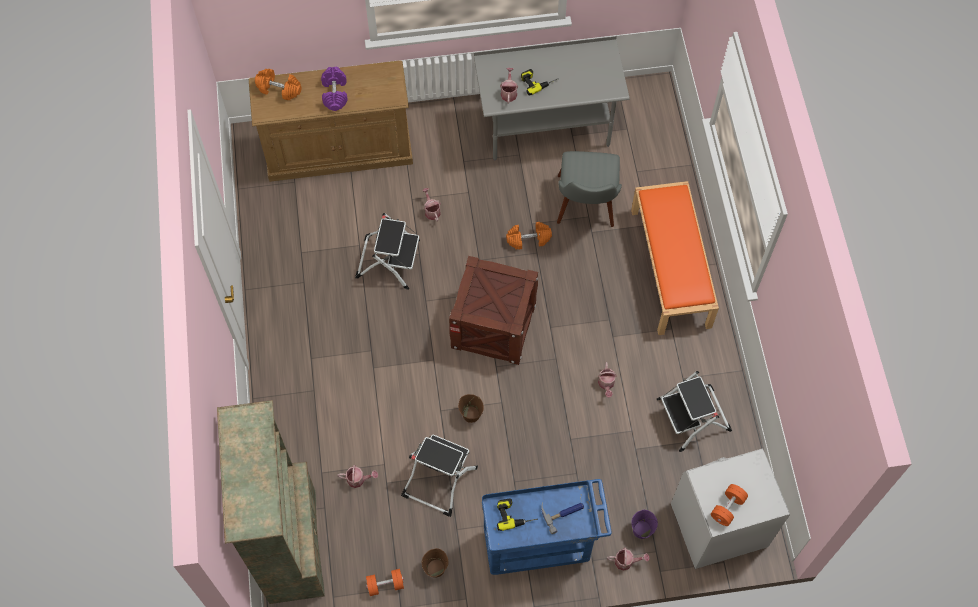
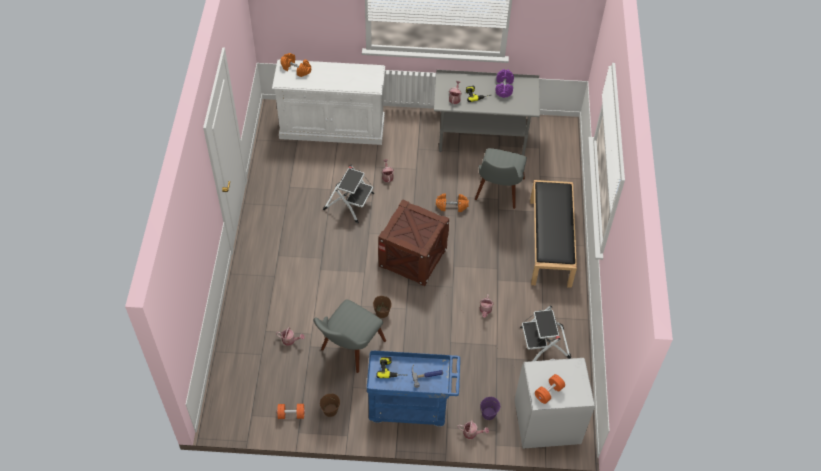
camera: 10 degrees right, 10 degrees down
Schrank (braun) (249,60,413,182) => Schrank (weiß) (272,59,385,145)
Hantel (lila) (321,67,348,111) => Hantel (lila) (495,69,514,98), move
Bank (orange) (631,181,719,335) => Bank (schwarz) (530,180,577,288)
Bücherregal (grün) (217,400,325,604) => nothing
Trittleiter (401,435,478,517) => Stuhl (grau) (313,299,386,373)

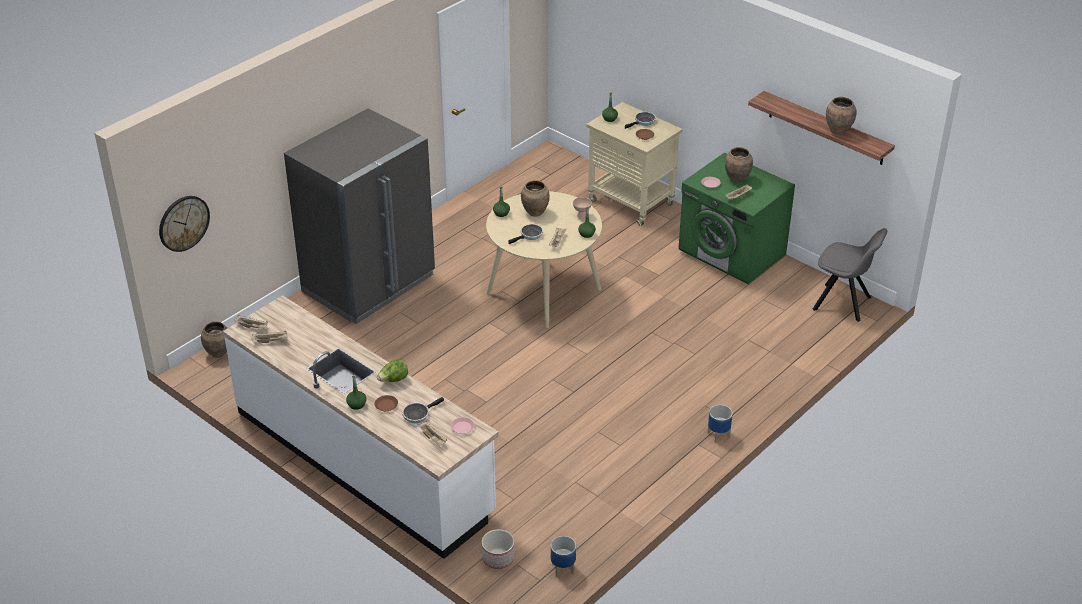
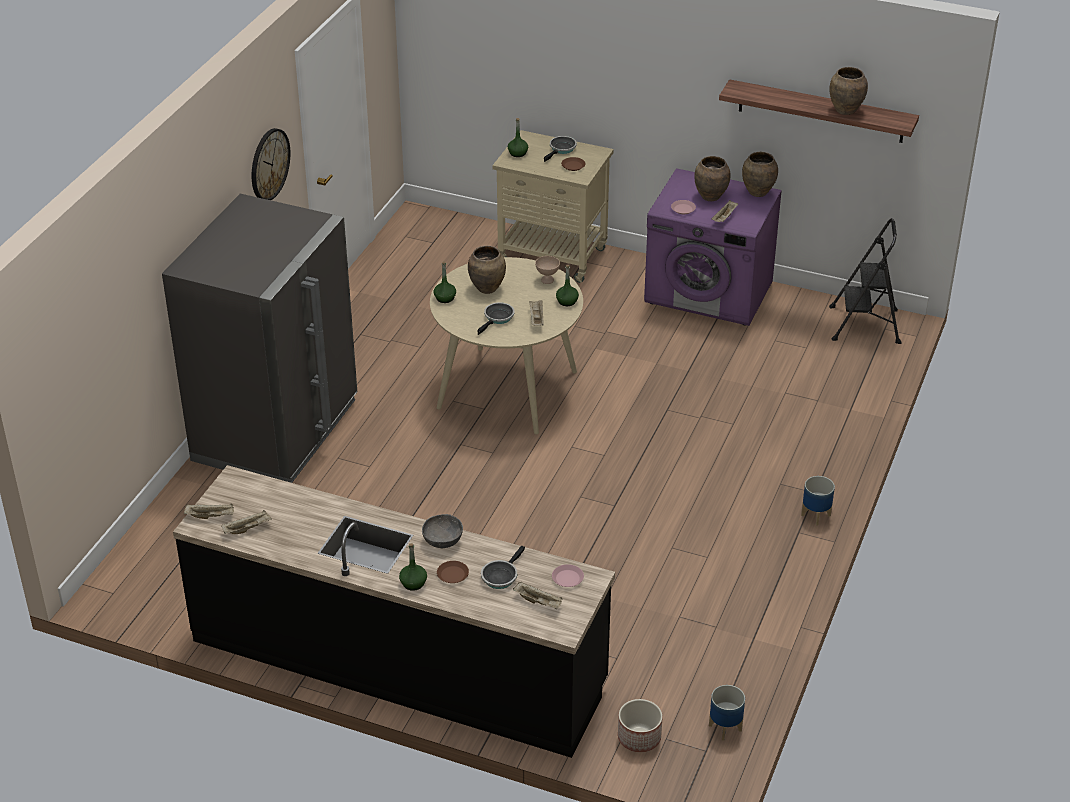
camera: 20 degrees left, 0 degrees up
Waschmaschine (grün) (679,153,795,284) => Waschmaschine (lila) (644,168,782,326)
Wanduhr (159,196,210,252) => Wanduhr (252,128,290,200), move
Stuhl (grau) (813,228,887,322) => Trittleiter (schwarz) (829,218,902,344)
Küchenzeile (weiß) (223,295,499,559) => Küchenzeile (schwarz) (173,465,615,758)
Vase (braun) (201,322,227,358) => Vase (braun) (742,152,778,197), move
Salatkopf (377,360,408,382) => Schüssel (grau) (422,514,463,548)

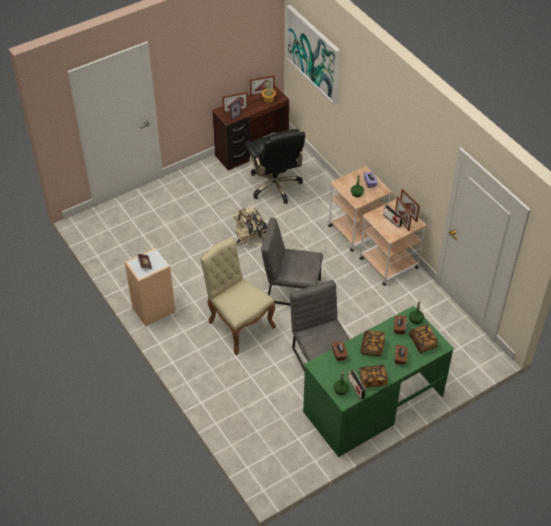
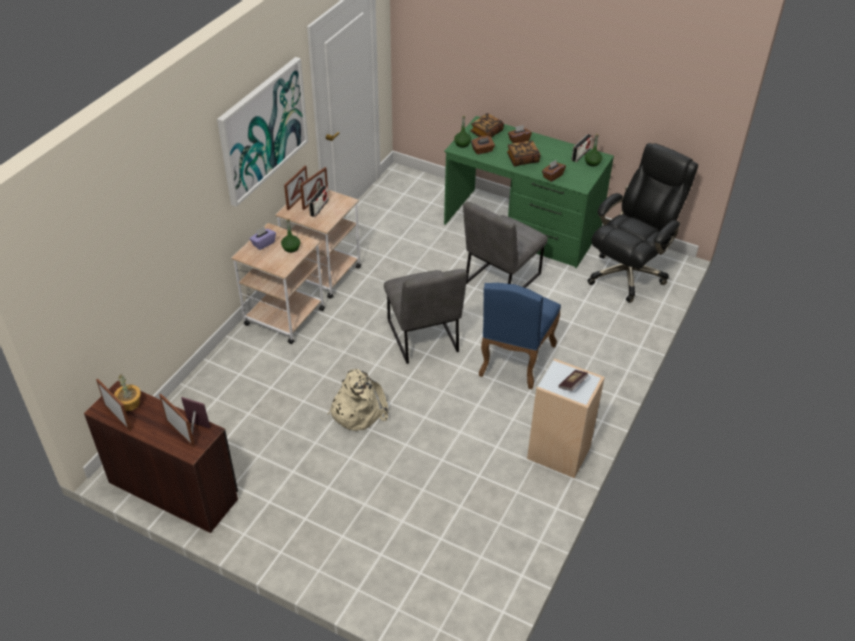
camera: 120 degrees left, 5 degrees down
Bild (286,5,340,105) => Bild (217,57,308,207), move
Bürostuhl (schwarz) (245,129,305,204) => Bürostuhl (schwarz) (587,143,698,303), move
Stuhl (beige) (200,238,276,355) => Stuhl (blau) (479,283,561,389)
Buch (359,365,388,388) => nothing

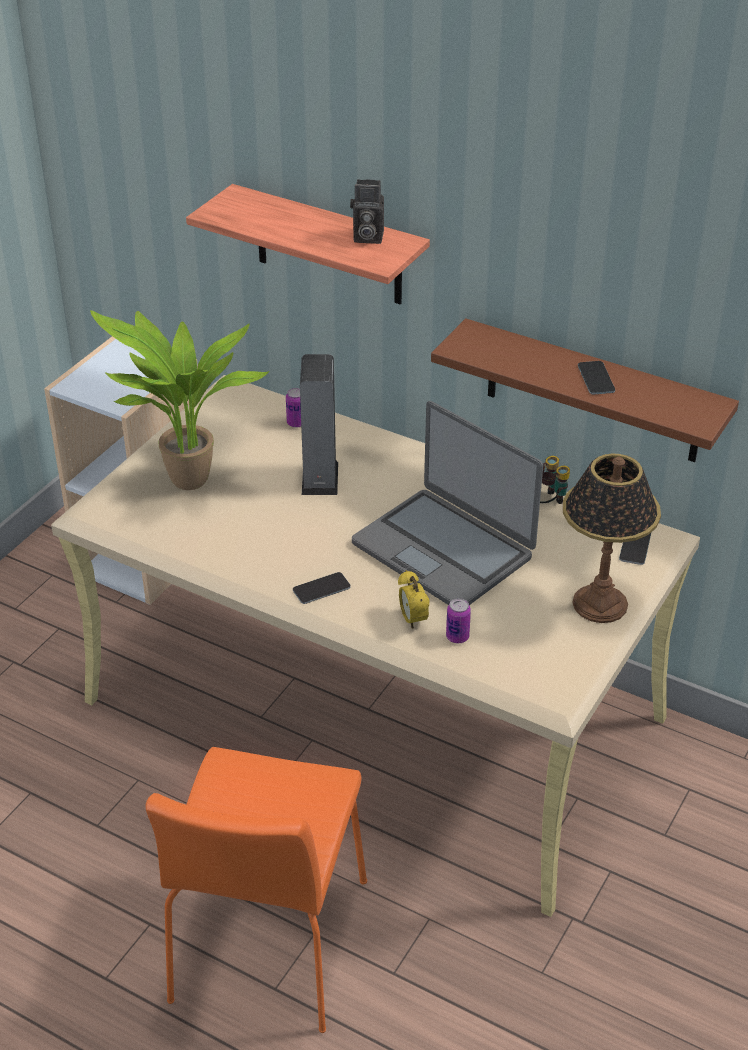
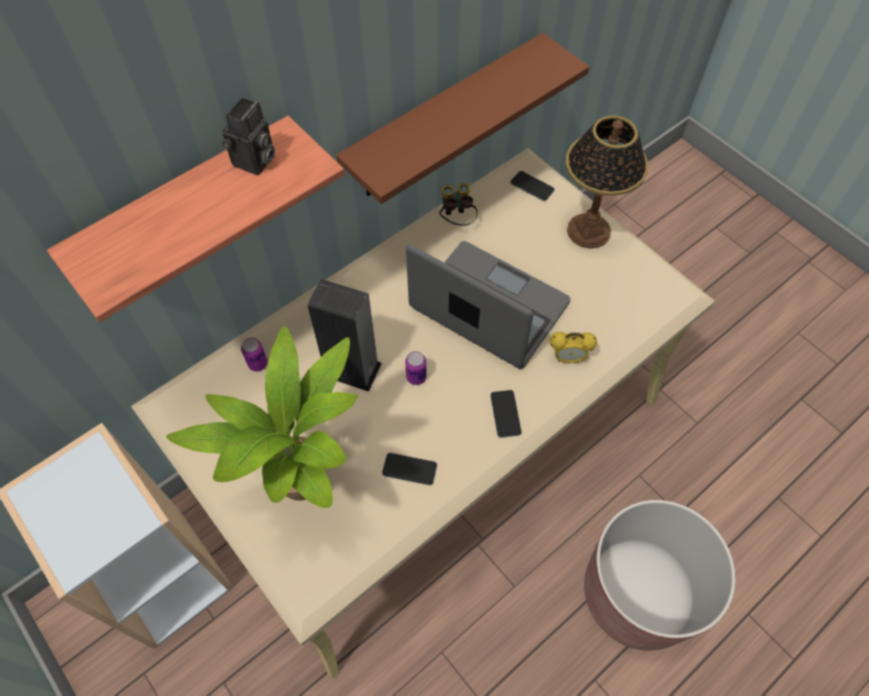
camera: 70 degrees left, 20 degrees up
Handy (578,361,615,395) => Handy (382,453,437,485), move
Laptop (352,401,543,605) => Laptop (406,241,570,369), 120 degrees counterclockwise
Dose (446,598,471,643) => Dose (405,351,427,385), move
Stuhl (orange) (146,747,367,1033) => Pflanzkübel (braun) (584,500,736,651)

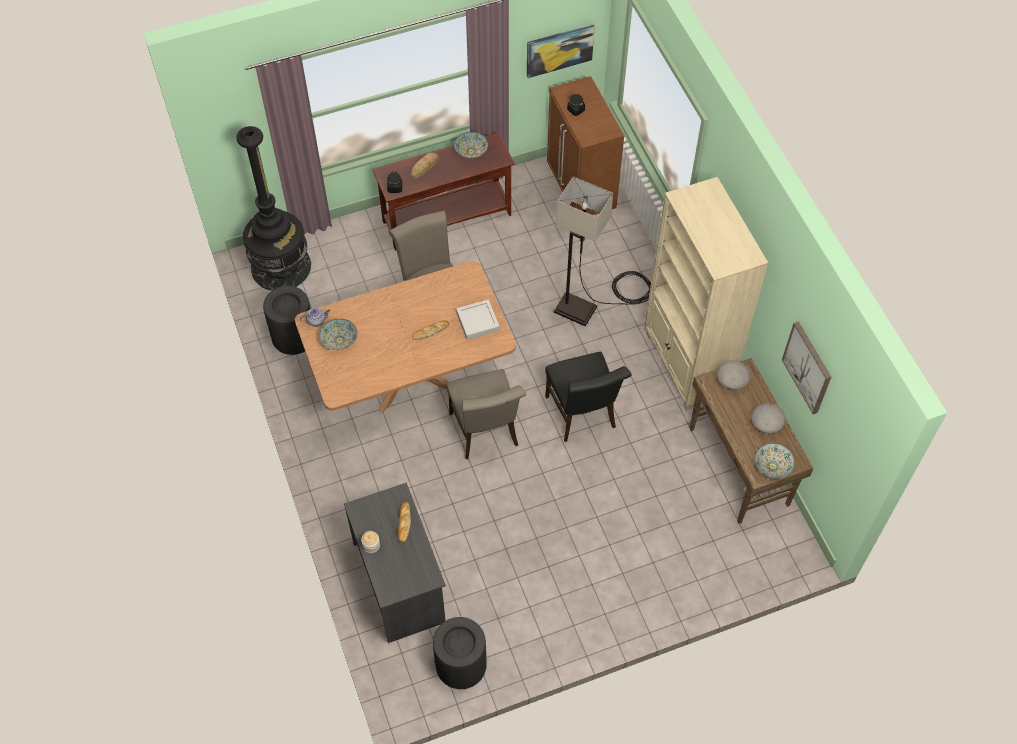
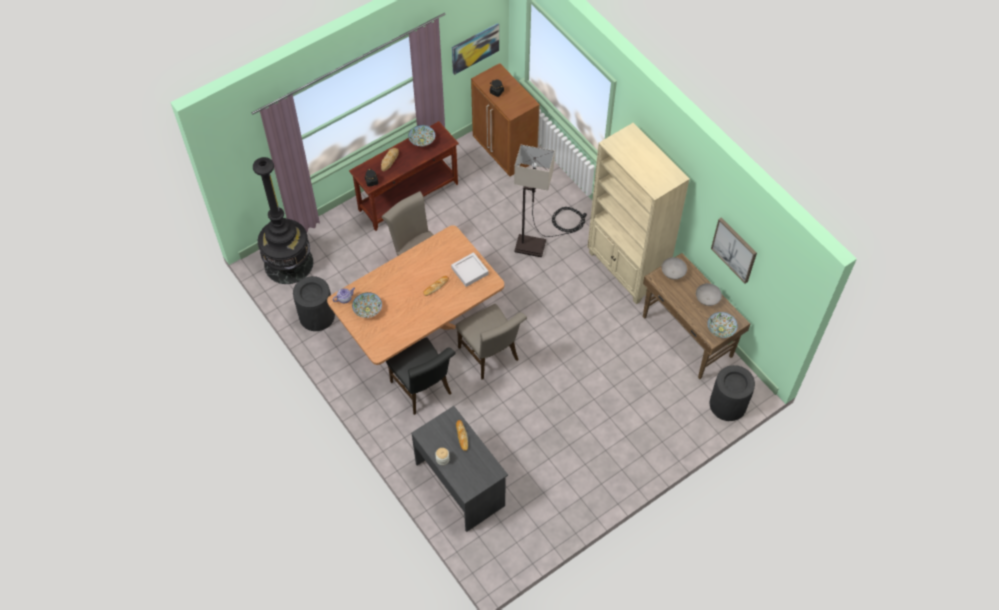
camera: 15 degrees left, 0 degrees up
Stuhl (schwarz) (545,352,632,442) => Stuhl (schwarz) (386,337,456,415), move
Mülleimer (schwarz) (433,617,487,689) => Mülleimer (schwarz) (710,365,755,421), move

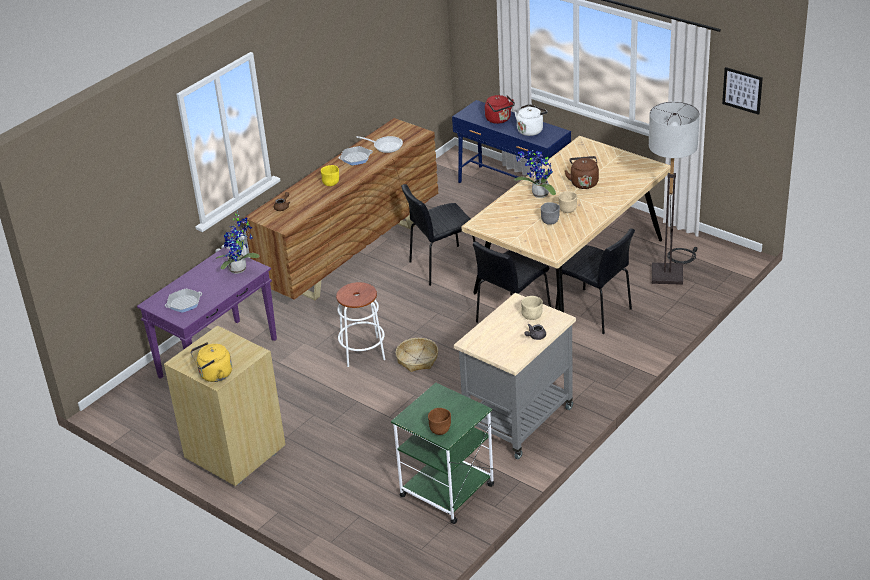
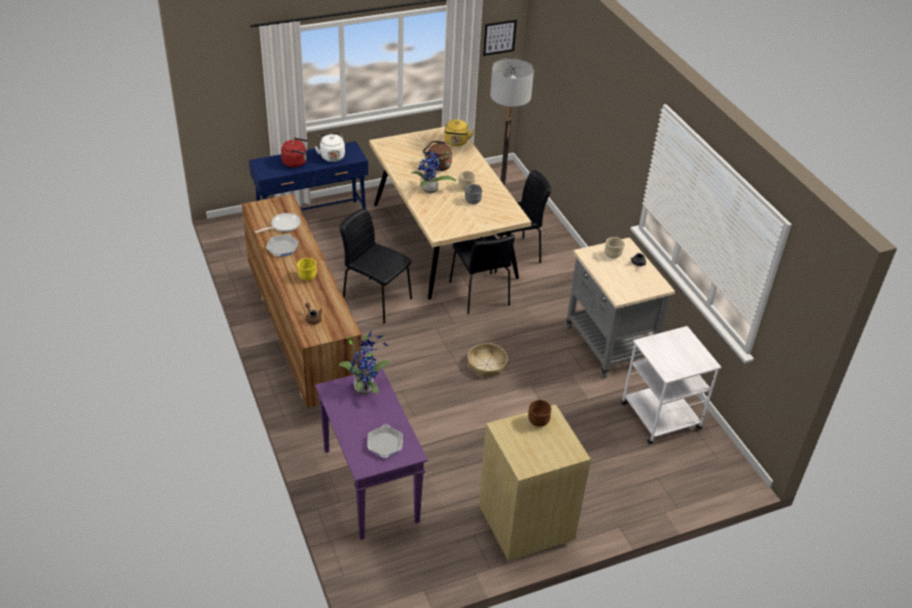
camera: 65 degrees left, 5 degrees up
Stuhl (schwarz) (401,184,477,286) => Stuhl (schwarz) (339,208,412,324), 120 degrees clockwise
Hocker (weiß) (336,282,385,367) => nothing
Wasserkessel (gelb) (190,342,232,382) => Wasserkessel (gelb) (445,119,474,146), move
Rollwagen (grün) (391,383,494,524) => Rollwagen (weiß) (621,326,721,444)
Schüssel (braun) (428,408,451,435) => Schüssel (braun) (528,400,551,427), move

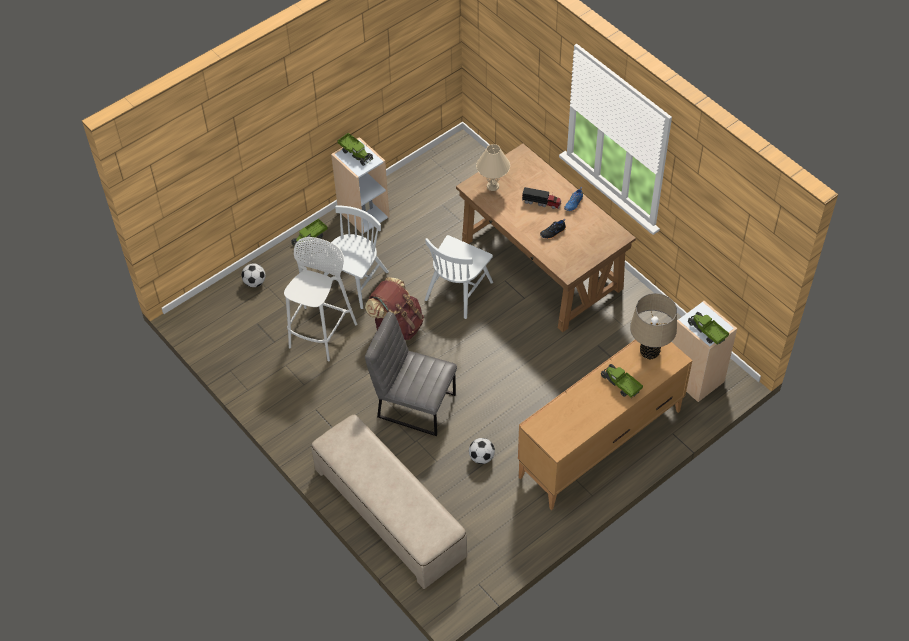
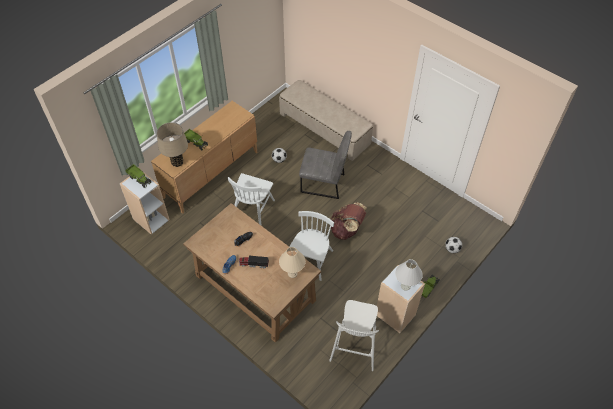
camera: 170 degrees right, 0 degrees up
Spielzeuglaster (337,133,373,166) => Tischlampe (weiß) (395,259,423,291)
Stuhl (weiß) (324,206,389,309) => Stuhl (weiß) (228,173,275,225), move
Hocker (weiß) (284,237,357,361) => Hocker (weiß) (329,300,379,371), move

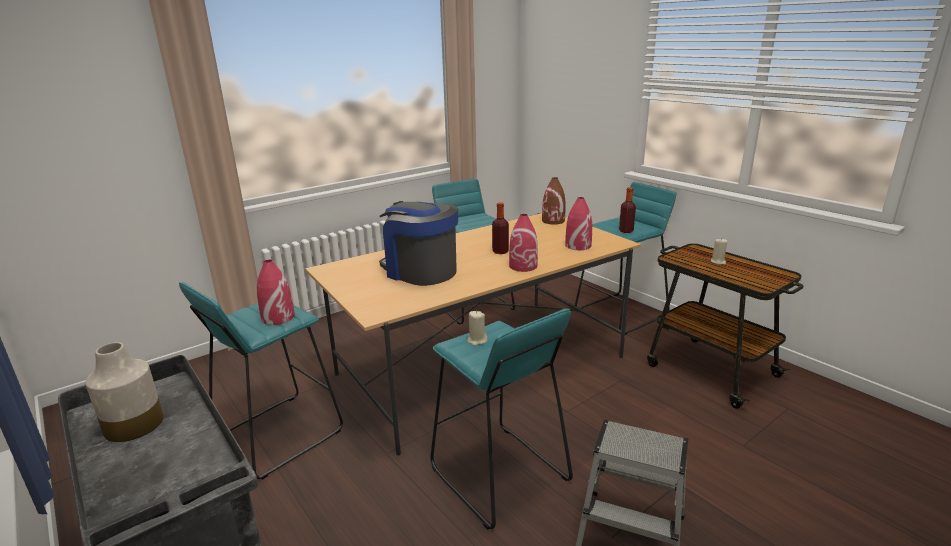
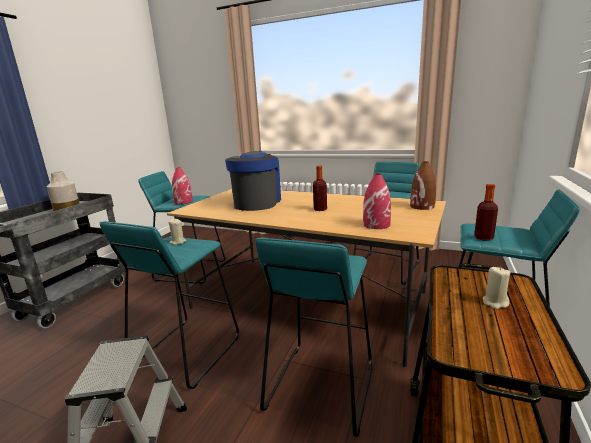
camera: 60 degrees right, 5 degrees down
Vase (rot) (509,214,538,272) => nothing
nothing => Hocker (türkis) (255,237,372,437)

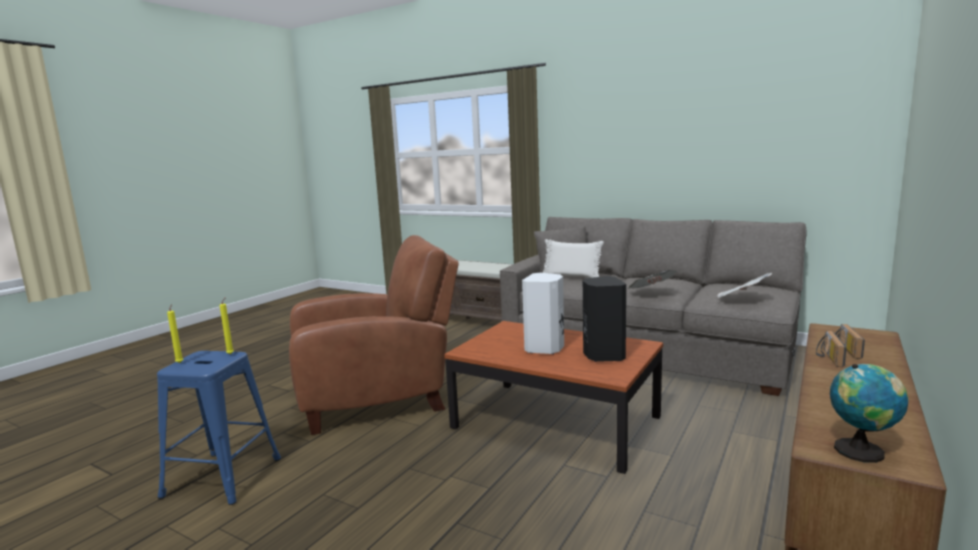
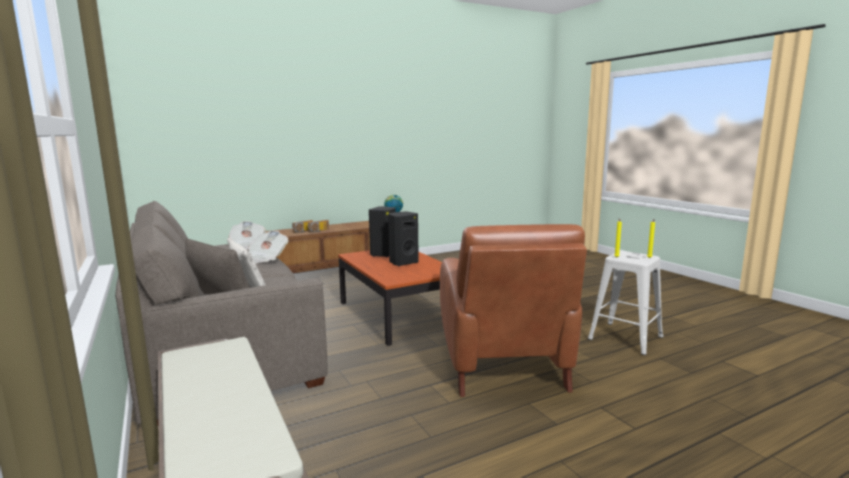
camera: 150 degrees left, 0 degrees up
Sessel (braun) (289,235,459,435) => Sessel (braun) (440,224,587,397), 105 degrees counterclockwise
Lautsprecher (weiß) (522,273,564,354) => Lautsprecher (schwarz) (388,212,419,266)
Hocker (blau) (157,351,281,505) => Hocker (weiß) (588,251,664,355)

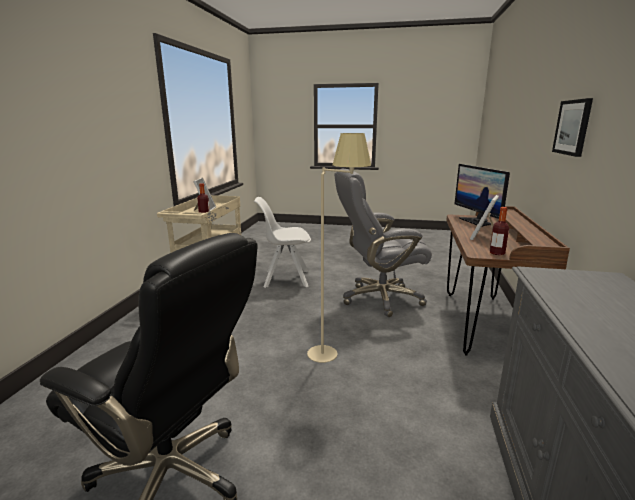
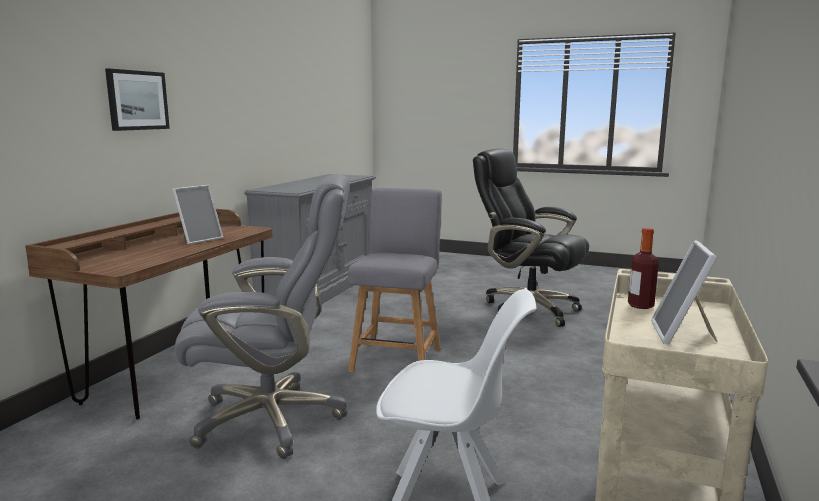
camera: 170 degrees left, 5 degrees down
Stehlampe (beige) (307,133,371,363) => Stuhl (grau) (348,188,442,373)
Monitor (455,164,510,227) => nothing
Flasche (490,207,509,255) => nothing

